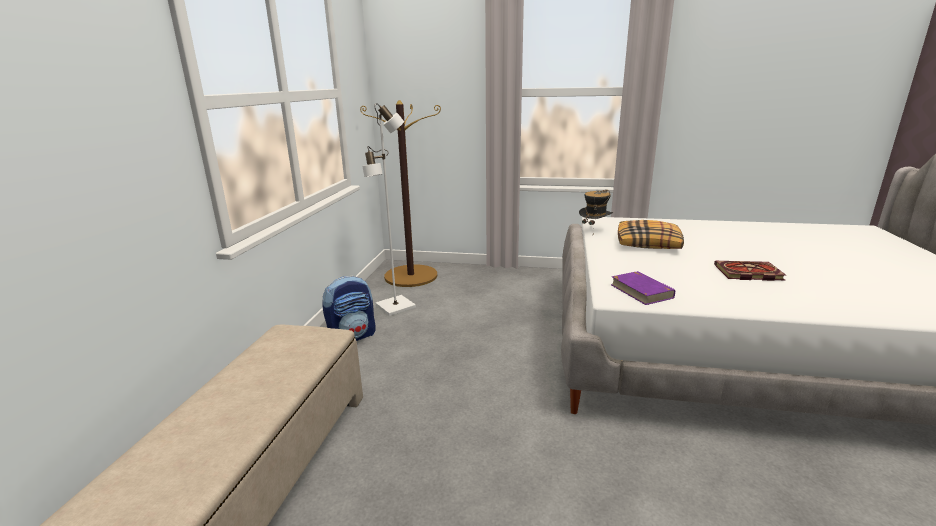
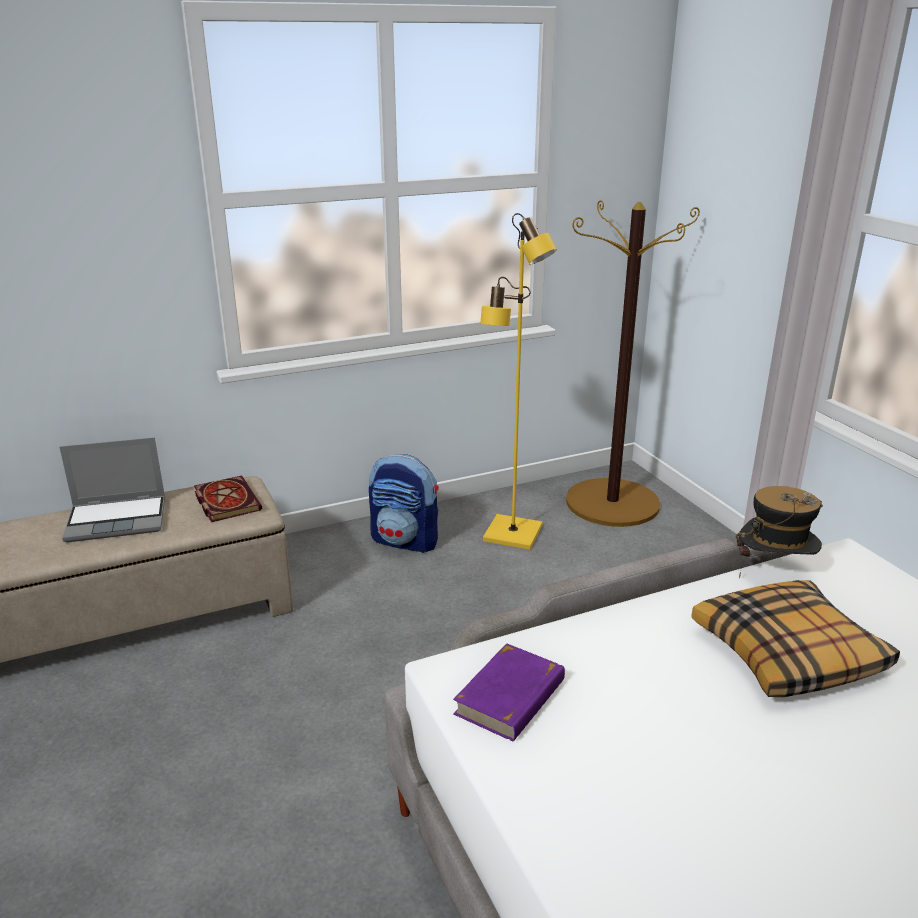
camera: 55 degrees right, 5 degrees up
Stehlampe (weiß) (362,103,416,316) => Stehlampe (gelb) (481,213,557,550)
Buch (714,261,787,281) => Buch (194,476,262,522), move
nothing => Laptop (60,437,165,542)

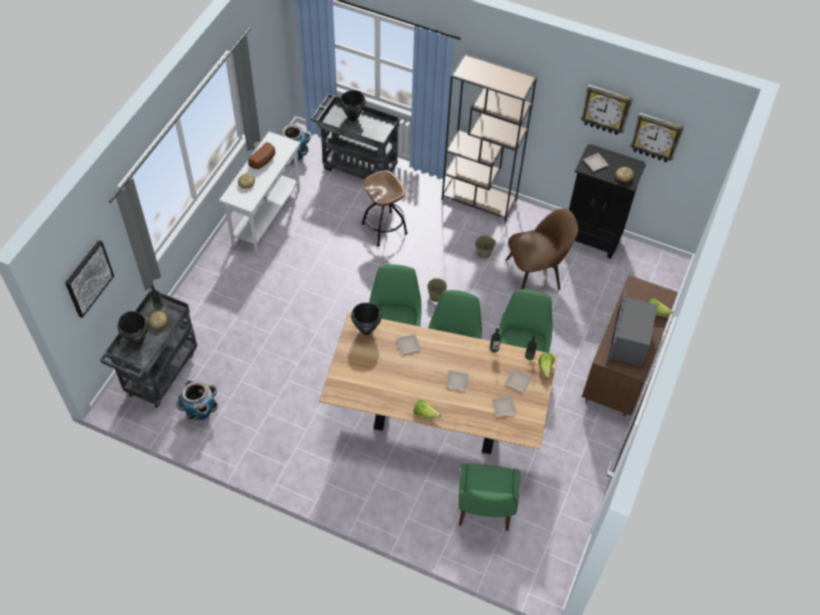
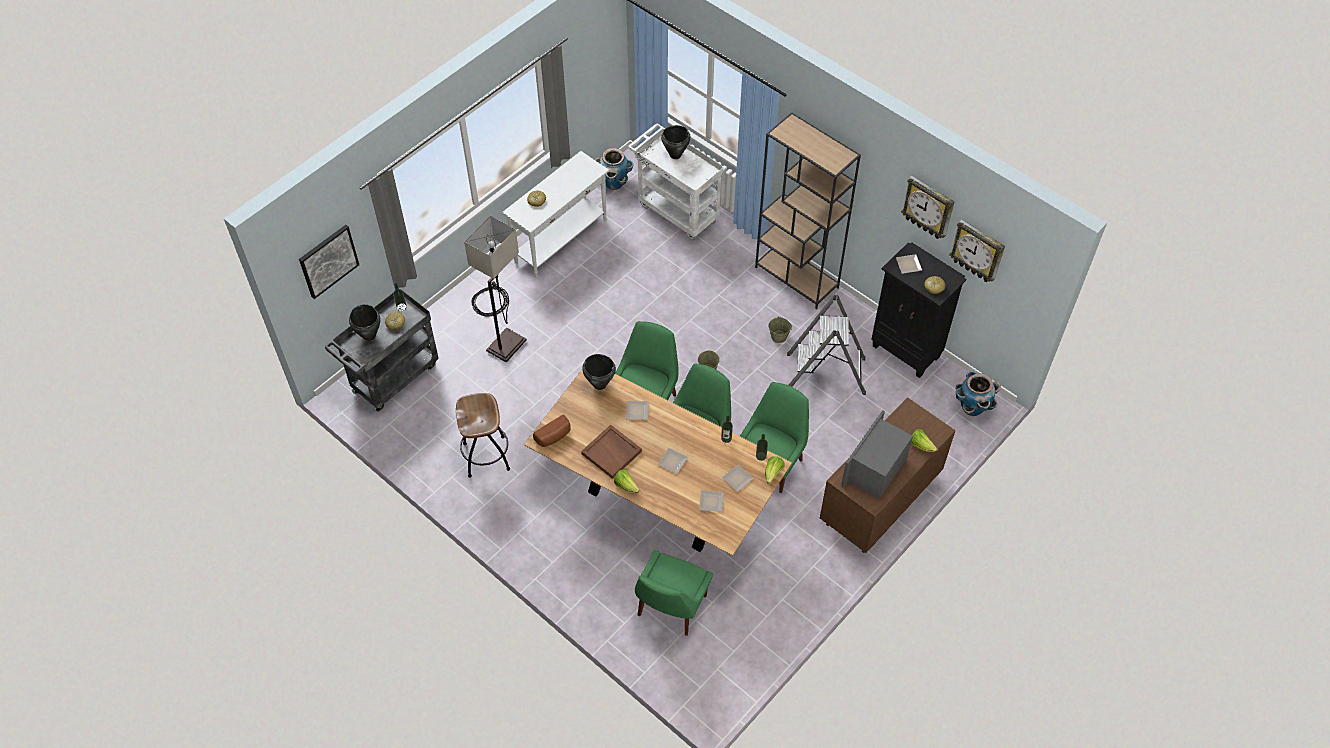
camera: 20 degrees right, 0 degrees up
Rollwagen (schwarz) (311,94,399,179) => Rollwagen (weiß) (628,124,723,241)
Brot (248,142,275,169) => Brot (533,415,571,447), move
Hocker (braun) (362,170,408,247) => Hocker (braun) (456,393,510,478), move
Stuhl (braun) (506,209,579,290) => Trittleiter (grau) (787,295,866,395)
Pflanzkübel (175,380,218,421) => Pflanzkübel (955,371,1001,416), move
nothing => Stehlampe (464,216,527,362)
nothing => Tablett (braun) (581,425,642,479)

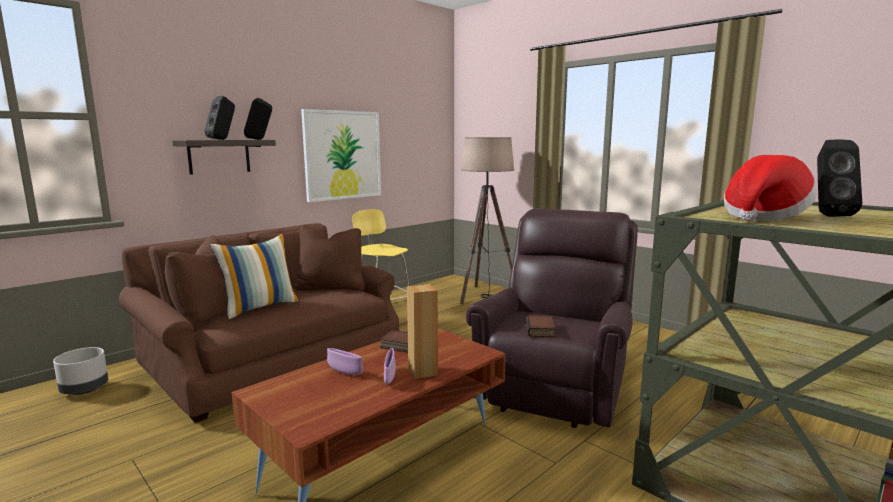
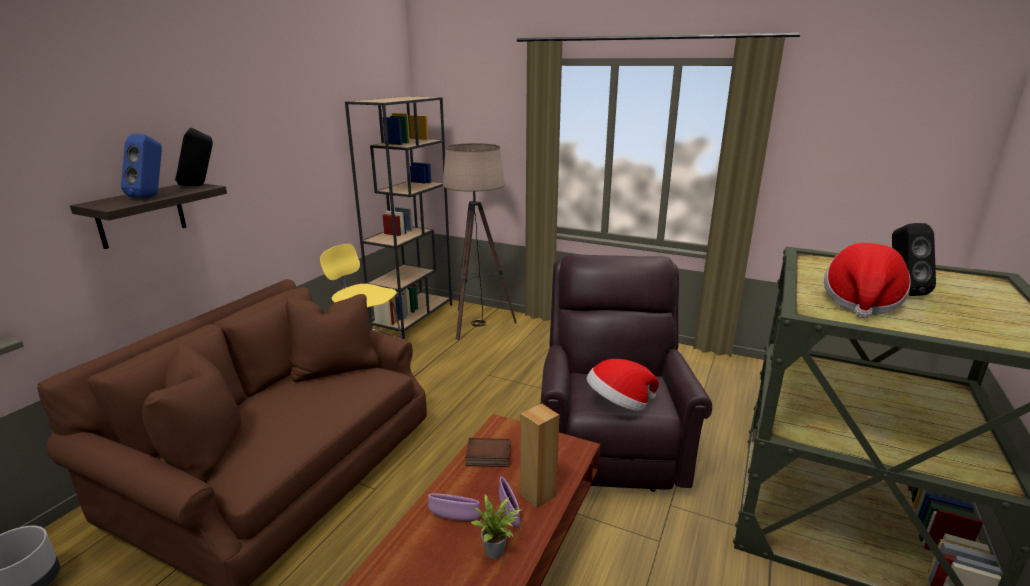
camera: 20 degrees left, 10 degrees up
Lautsprecher (schwarz) (204,96,235,140) => Lautsprecher (blau) (121,134,162,198)
Bild (301,109,381,202) => nothing
Kissen (210,234,299,319) => nothing
Buch (526,315,556,337) => Hut (586,359,659,411)
nothing => Bücherregal (345,96,452,339)
nothing => Topfpflanze (471,494,523,559)

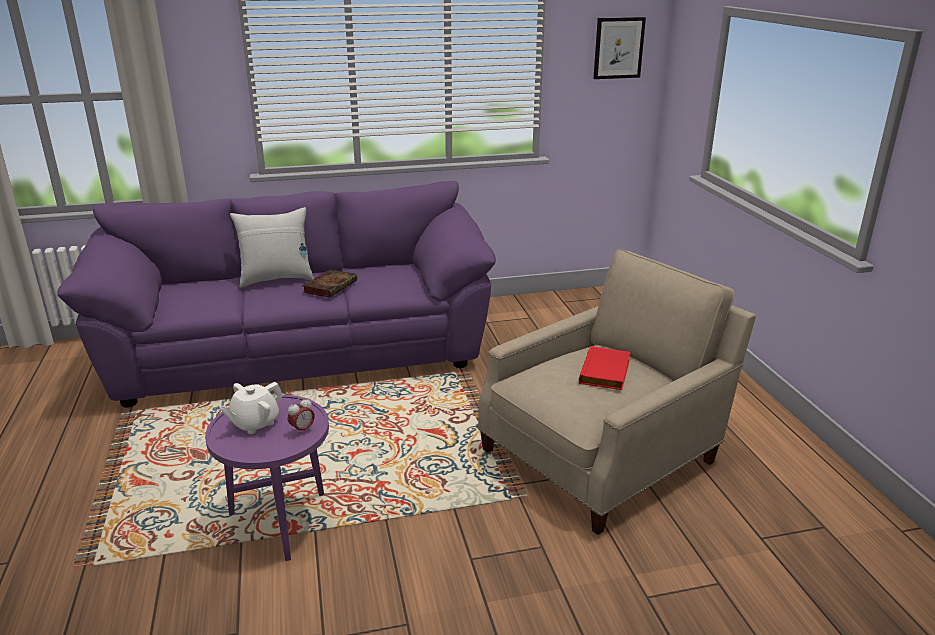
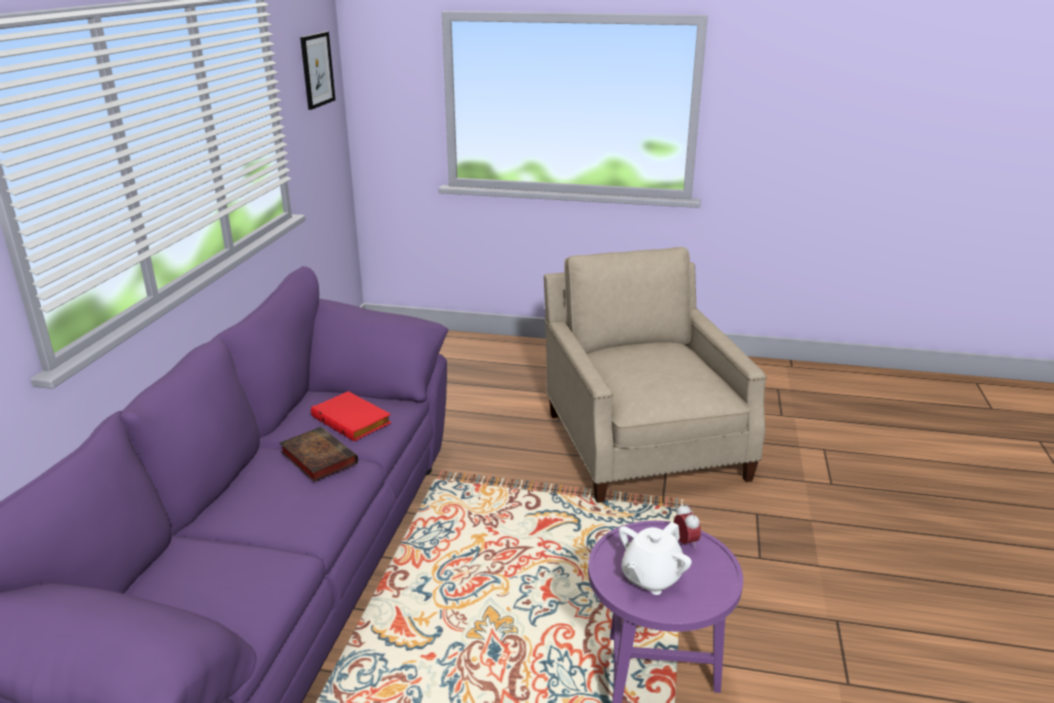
camera: 65 degrees left, 0 degrees up
Kissen (grau) (230,207,314,288) => nothing
Buch (rot) (579,346,630,390) => Buch (rot) (311,391,392,441), move
Teekanne (weiß) (220,382,283,434) => Teekanne (weiß) (619,522,692,595), 60 degrees clockwise

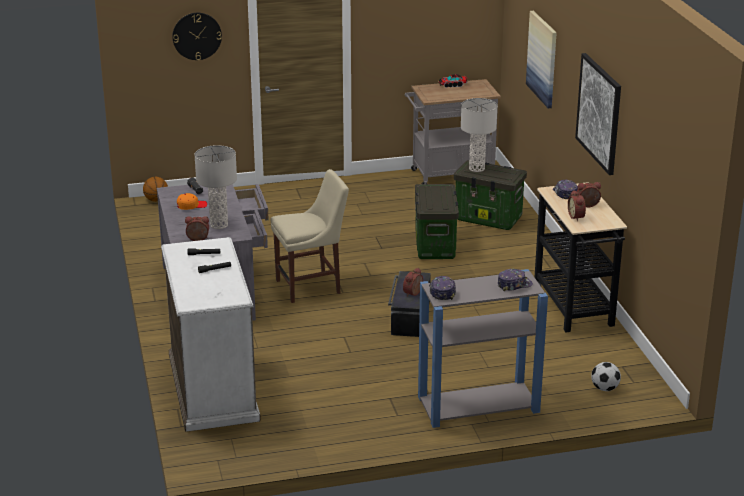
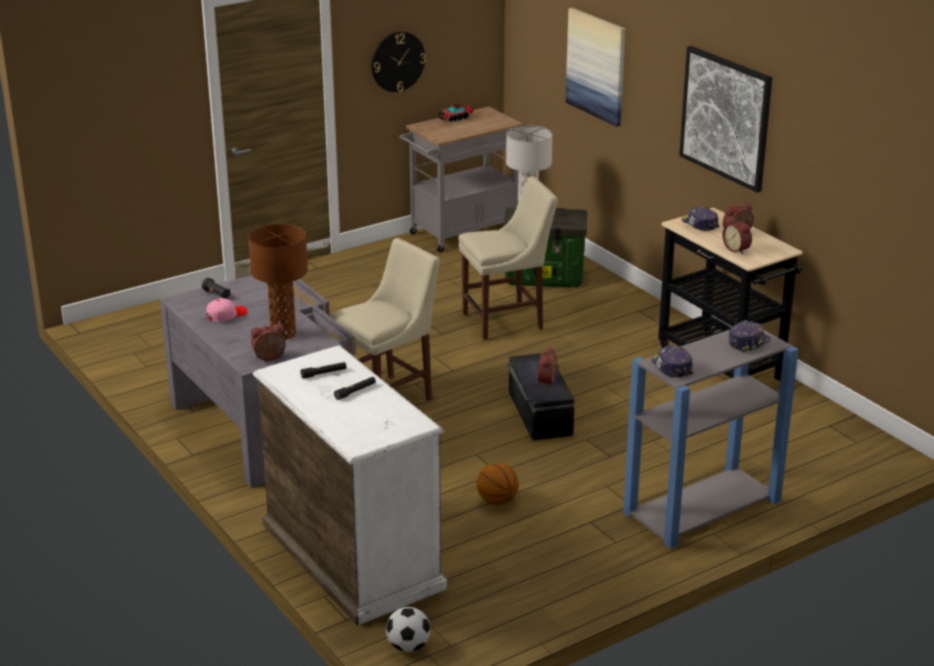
camera: 20 degrees left, 0 degrees up
Wanduhr (172,13,222,60) => Wanduhr (371,32,426,92), move
Tischlampe (weiß) (194,145,237,229) => Tischlampe (braun) (248,224,308,340)
Basketball (143,177,168,202) => Basketball (477,463,519,505), move
Aufbewahrungsbox (415,184,459,259) => Stuhl (beige) (458,176,558,340)
Kappe (orange) (177,193,207,210) => Kappe (rosa) (207,298,248,322)
Fußball (591,362,621,391) => Fußball (386,607,430,652), move

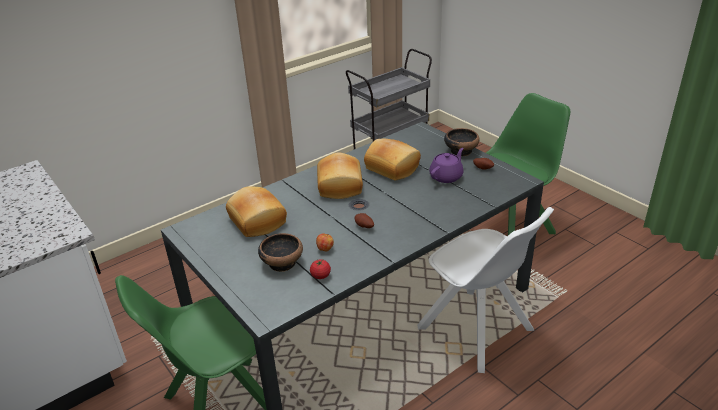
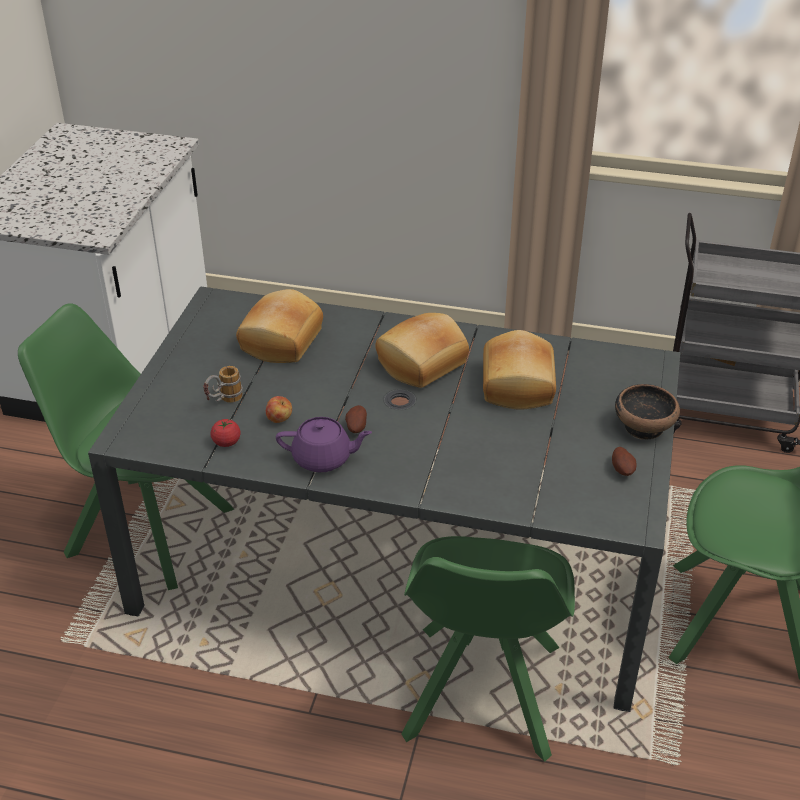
camera: 50 degrees right, 5 degrees up
Teekanne (lila) (429,148,464,183) => Teekanne (lila) (276,417,372,472), move
Stuhl (weiß) (417,207,554,373) => Stuhl (grün) (401,536,575,762)
Schüssel (258,233,303,272) => Henkelbecher (203,366,243,403)

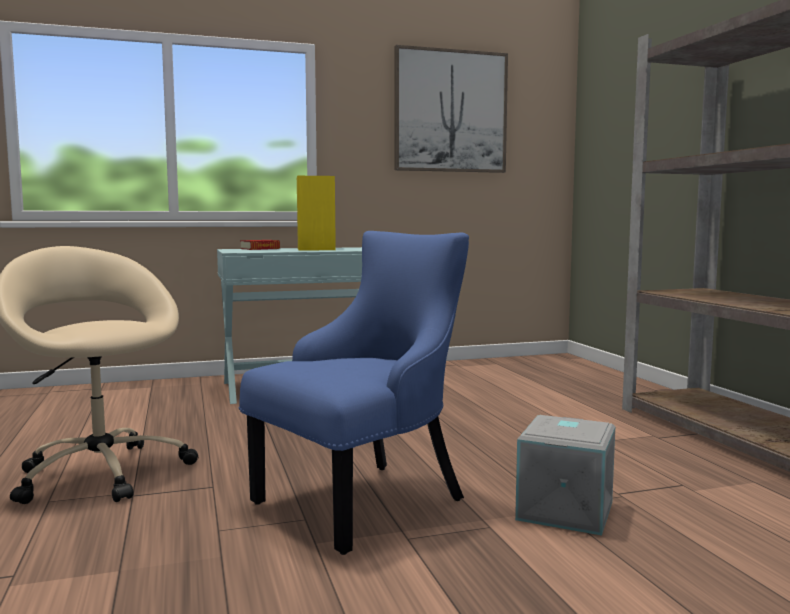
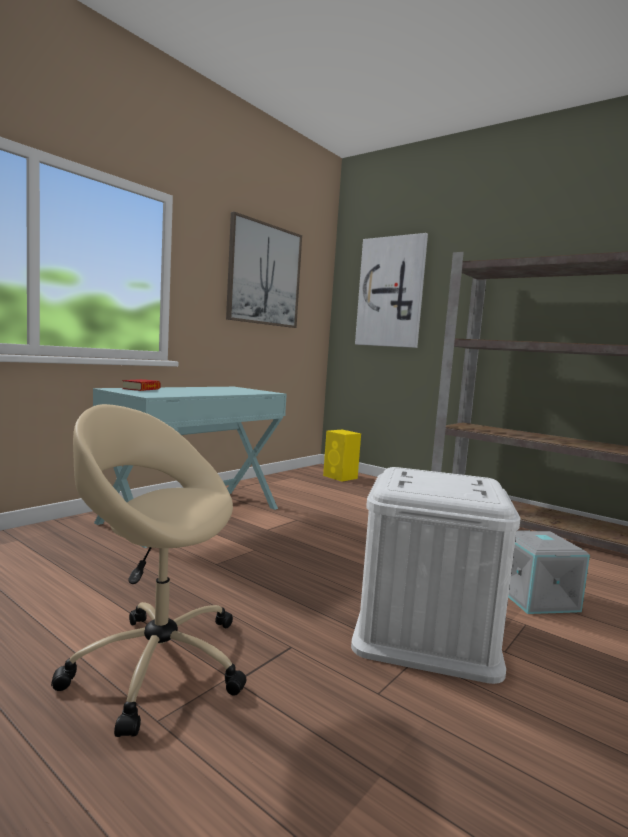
camera: 35 degrees left, 0 degrees up
Lautsprecher (gelb) (297,176,336,251) => Lautsprecher (gelb) (323,430,361,482), move
Stuhl (blau) (239,231,469,555) => Aufbewahrungsbox (weiß) (351,467,520,684)
nothing => Bild (355,233,428,348)

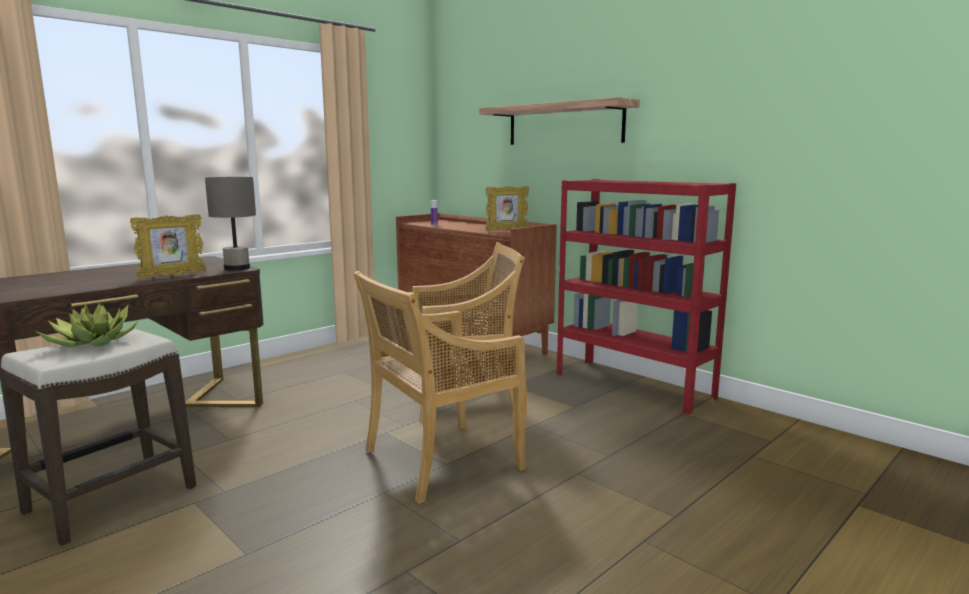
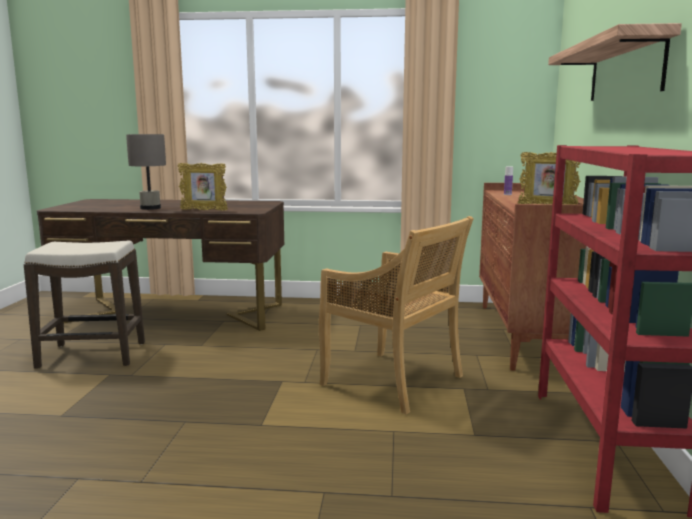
camera: 50 degrees right, 0 degrees up
Tischlampe (grau) (205,177,256,271) => Tischlampe (grau) (126,134,166,210), move
Stuhl (beige) (353,271,527,504) => nothing
Topfpflanze (36,304,139,347) => nothing

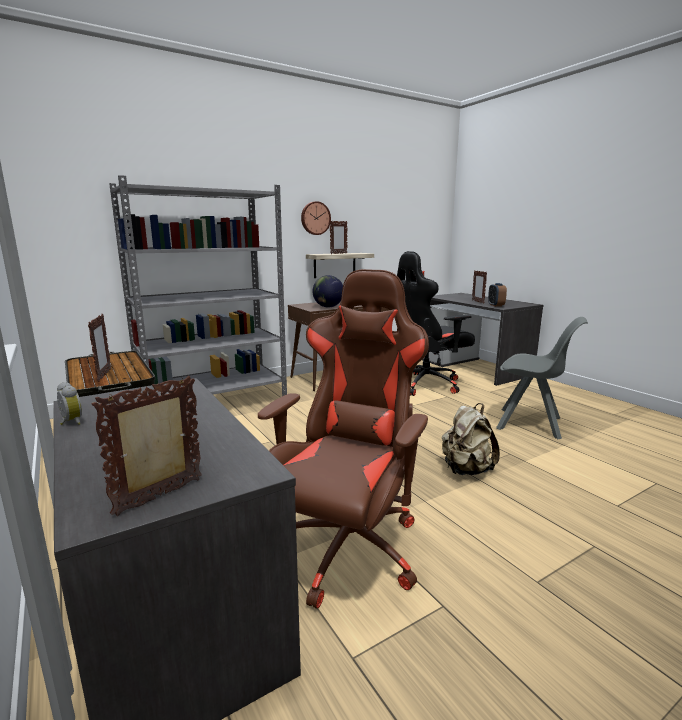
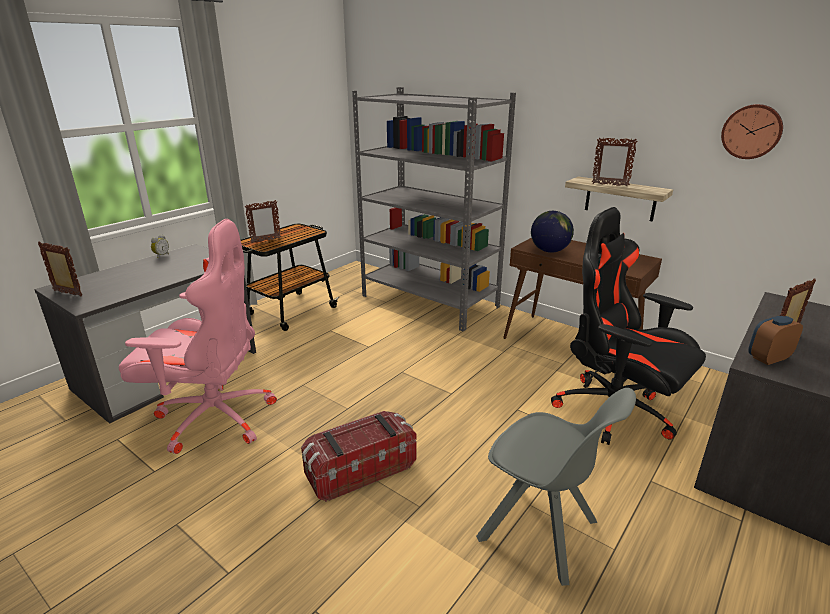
camera: 70 degrees right, 10 degrees up
Wanduhr (301,201,331,235) => Wanduhr (721,104,783,159), move
Bürostuhl (braun) (258,269,429,609) => Bürostuhl (rosa) (119,219,277,454)
Stuhl (grau) (496,317,588,439) => Stuhl (grau) (476,388,636,586), 60 degrees counterclockwise
Rucksack (beige) (442,403,500,475) => Aufbewahrungsbox (301,411,417,502)

